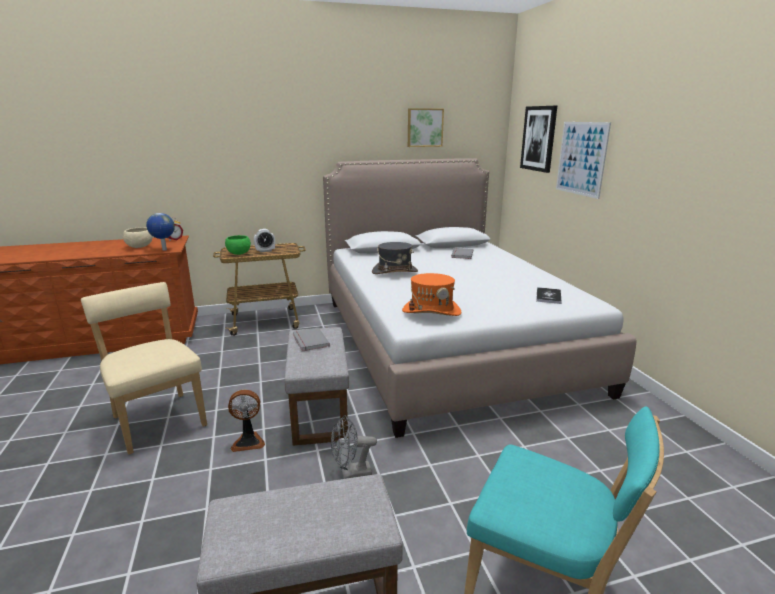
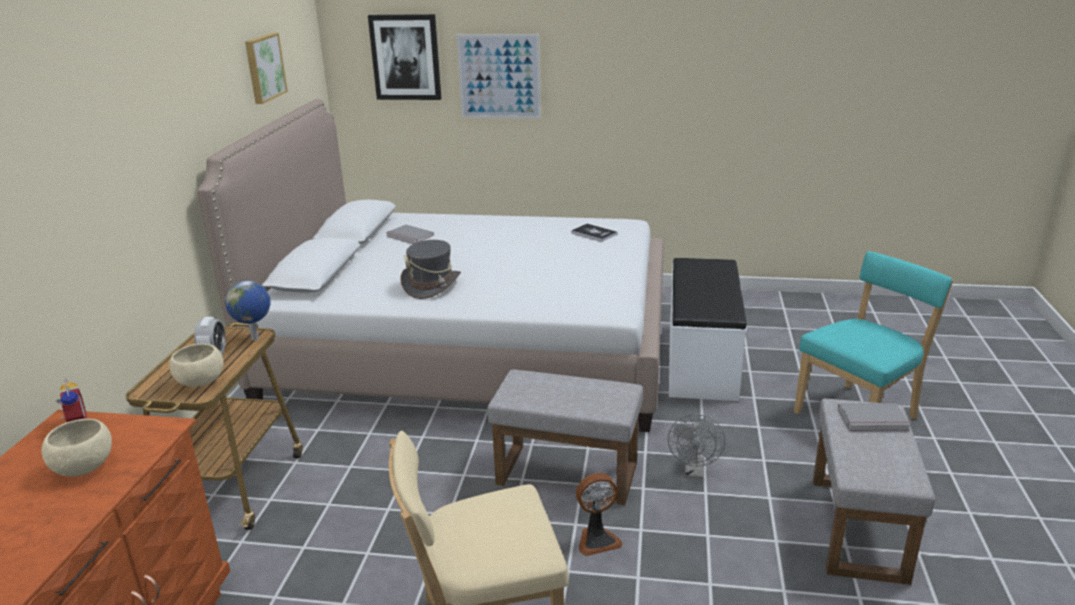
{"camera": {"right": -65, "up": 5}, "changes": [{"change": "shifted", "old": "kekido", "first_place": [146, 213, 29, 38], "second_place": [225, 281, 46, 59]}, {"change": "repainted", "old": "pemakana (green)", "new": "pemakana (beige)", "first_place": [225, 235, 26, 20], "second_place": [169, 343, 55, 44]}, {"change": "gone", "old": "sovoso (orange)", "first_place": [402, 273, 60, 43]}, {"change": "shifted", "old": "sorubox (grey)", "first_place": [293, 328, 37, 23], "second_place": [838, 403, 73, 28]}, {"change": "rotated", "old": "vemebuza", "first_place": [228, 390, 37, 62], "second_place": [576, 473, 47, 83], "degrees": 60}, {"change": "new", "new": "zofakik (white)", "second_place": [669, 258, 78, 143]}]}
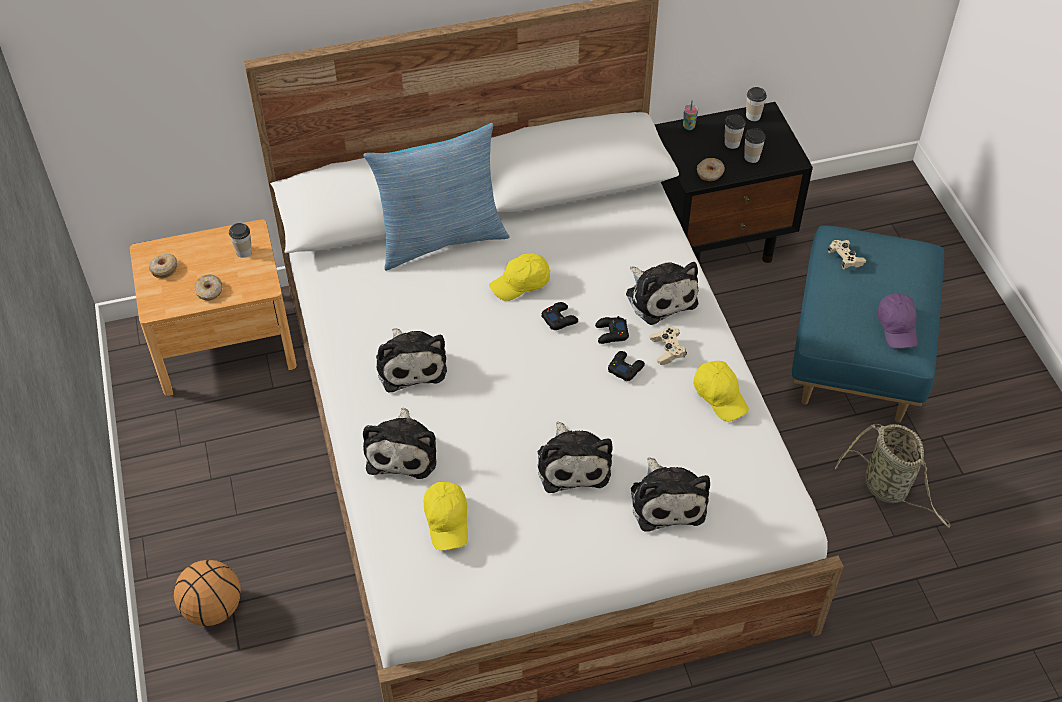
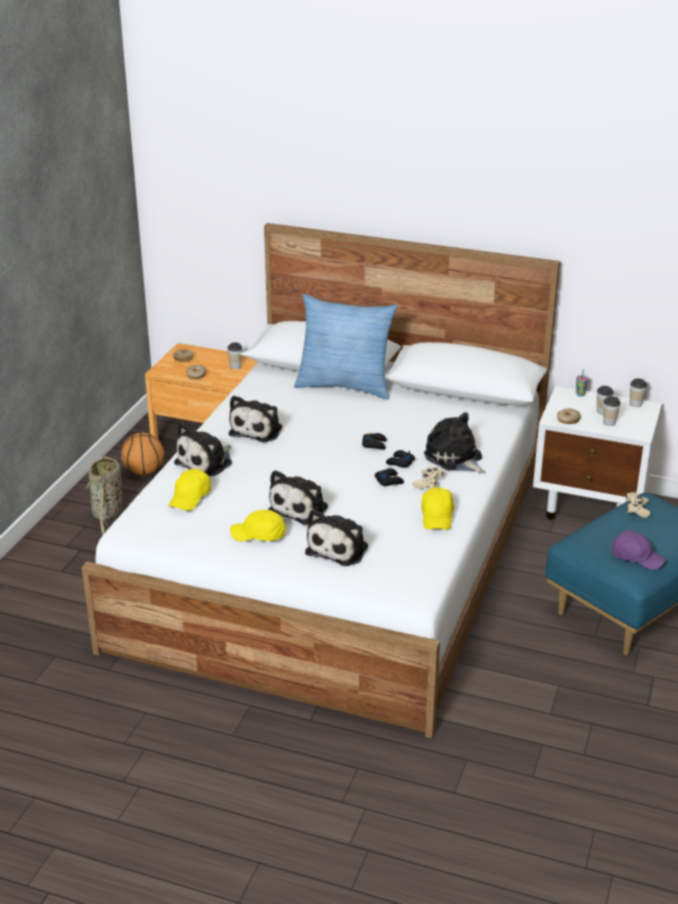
{"camera": {"right": 35, "up": -20}, "changes": [{"change": "repainted", "old": "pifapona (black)", "new": "pifapona (white)", "first_place": [655, 102, 158, 162], "second_place": [533, 386, 129, 134]}, {"change": "shifted", "old": "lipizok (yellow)", "first_place": [489, 253, 61, 48], "second_place": [230, 510, 56, 31]}, {"change": "rotated", "old": "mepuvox", "first_place": [626, 262, 72, 63], "second_place": [424, 412, 61, 61], "degrees": 135}, {"change": "rotated", "old": "lipizok (purple)", "first_place": [878, 293, 40, 56], "second_place": [612, 530, 54, 40], "degrees": -90}, {"change": "shifted", "old": "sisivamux", "first_place": [835, 424, 115, 104], "second_place": [86, 454, 36, 81]}, {"change": "shifted", "old": "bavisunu", "first_place": [174, 560, 67, 66], "second_place": [121, 433, 43, 42]}]}
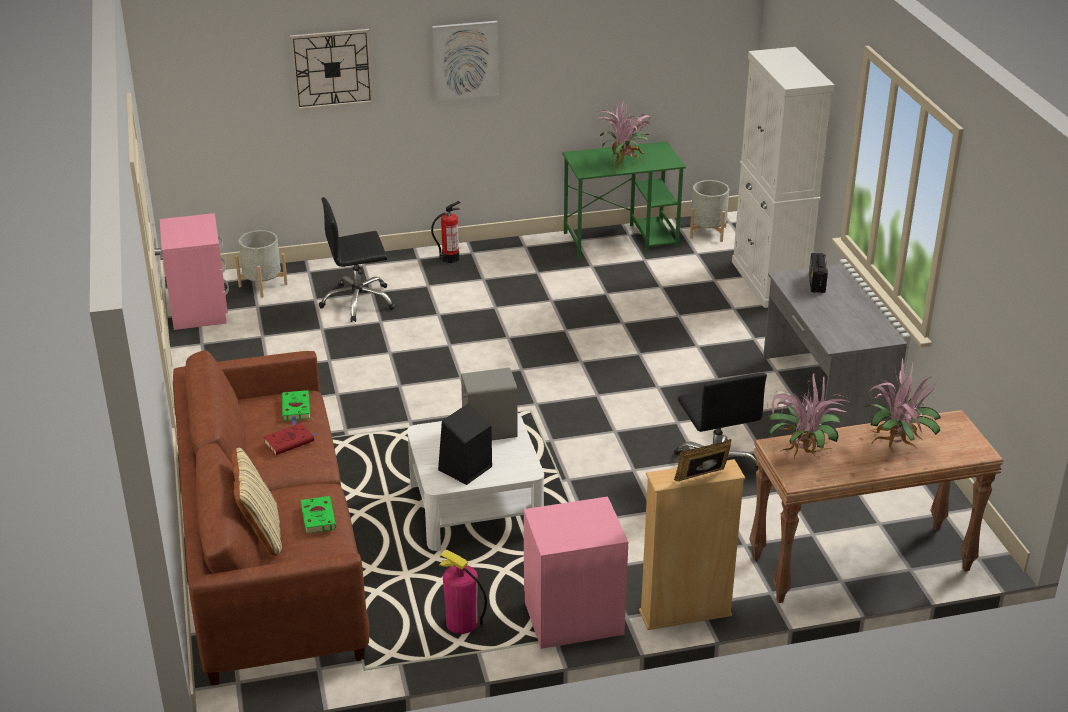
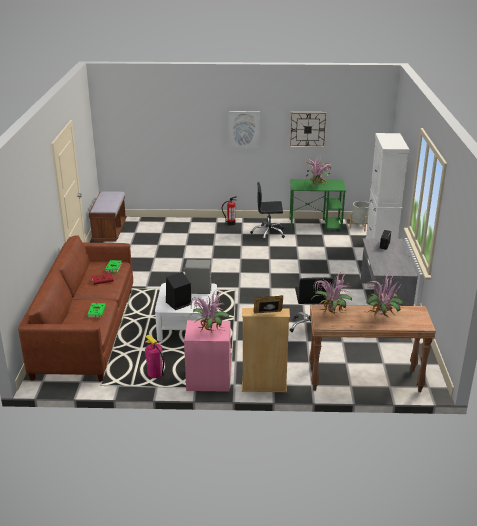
{"camera": {"right": 15, "up": -5}, "changes": [{"change": "shifted", "old": "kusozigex", "first_place": [290, 29, 84, 82], "second_place": [289, 112, 38, 36]}, {"change": "shifted", "old": "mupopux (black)", "first_place": [319, 197, 77, 125], "second_place": [250, 182, 35, 59]}, {"change": "swapped", "old": "pifapona (pink)", "new": "zofakik (brown)", "first_place": [160, 213, 69, 117], "second_place": [89, 191, 38, 51]}, {"change": "gone", "old": "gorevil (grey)", "first_place": [235, 230, 53, 68]}, {"change": "gone", "old": "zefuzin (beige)", "first_place": [232, 448, 50, 108]}, {"change": "new", "new": "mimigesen", "second_place": [188, 290, 41, 44]}]}
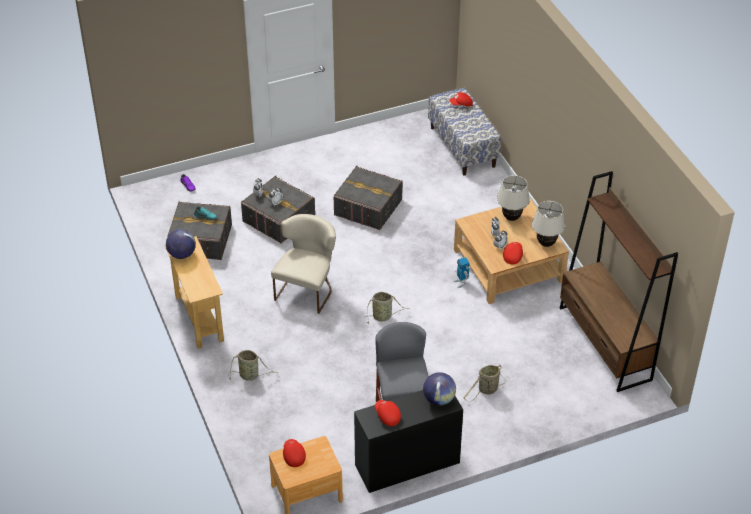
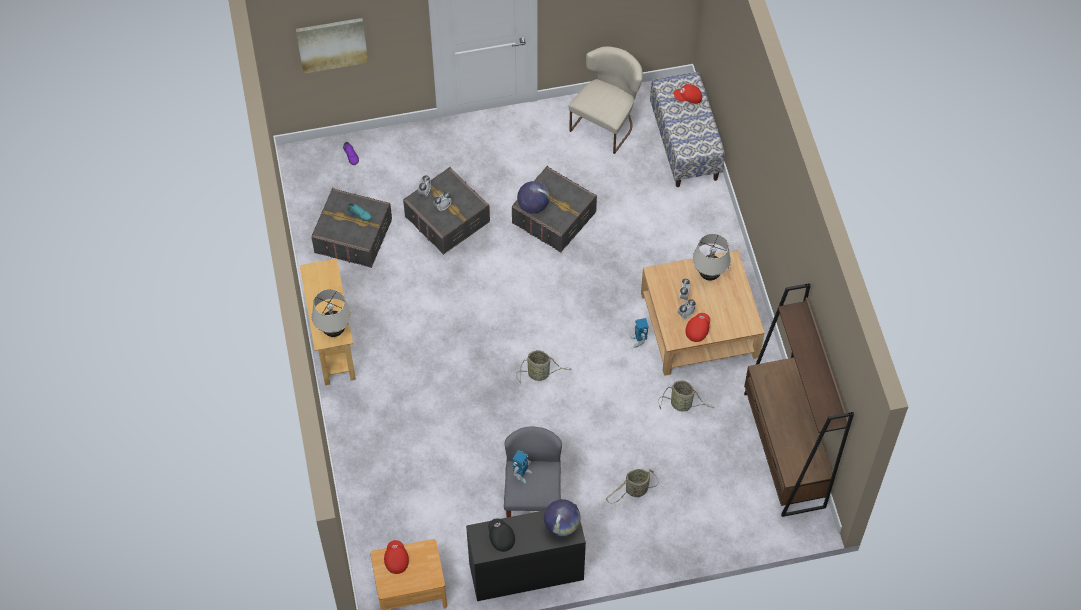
{"camera": {"right": 10, "up": 15}, "changes": [{"change": "shifted", "old": "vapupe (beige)", "first_place": [532, 201, 33, 46], "second_place": [312, 289, 40, 48]}, {"change": "shifted", "old": "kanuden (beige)", "first_place": [271, 214, 65, 100], "second_place": [569, 46, 74, 108]}, {"change": "shifted", "old": "kekido", "first_place": [166, 229, 30, 30], "second_place": [517, 181, 32, 33]}, {"change": "shifted", "old": "sisivamux", "first_place": [228, 350, 50, 31], "second_place": [658, 380, 56, 31]}, {"change": "repainted", "old": "lipizok (red)", "new": "lipizok (black)", "first_place": [375, 400, 26, 26], "second_place": [488, 518, 27, 34]}, {"change": "new", "new": "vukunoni", "second_place": [296, 18, 72, 56]}, {"change": "new", "new": "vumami", "second_place": [513, 450, 19, 34]}]}
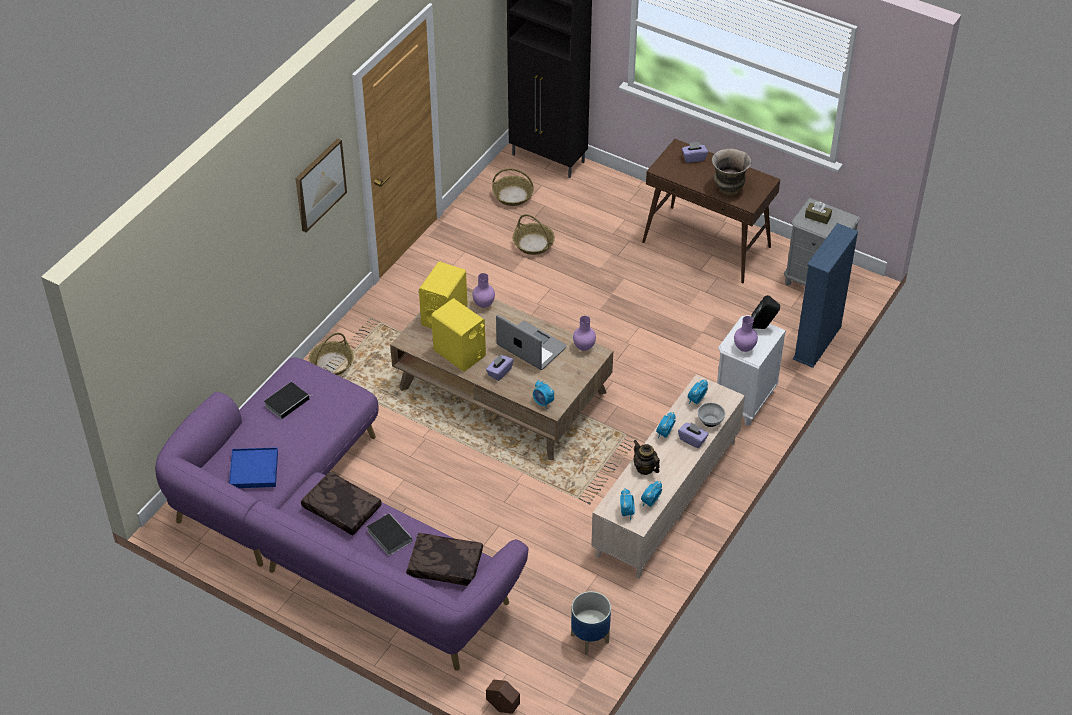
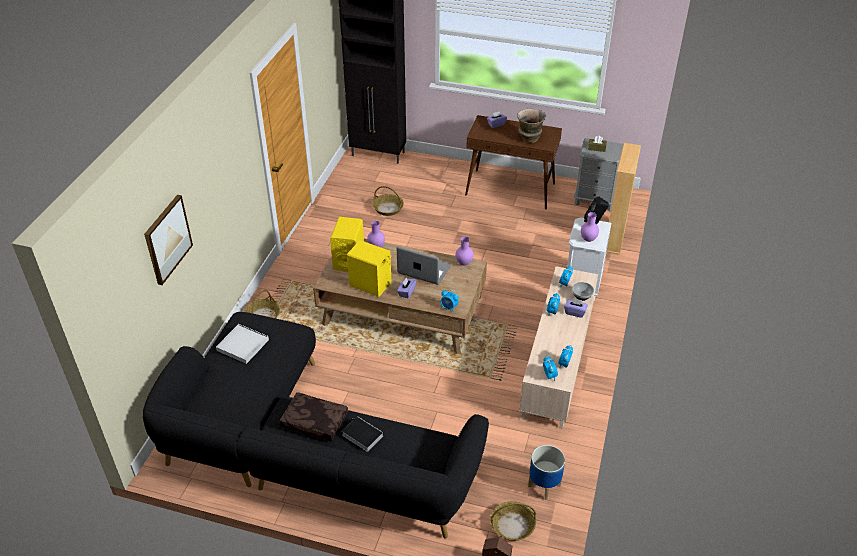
{"camera": {"right": -15, "up": -5}, "changes": [{"change": "shifted", "old": "vukunoni", "first_place": [295, 138, 52, 94], "second_place": [144, 195, 49, 90]}, {"change": "shifted", "old": "sisivamux", "first_place": [492, 169, 42, 37], "second_place": [491, 501, 45, 40]}, {"change": "repainted", "old": "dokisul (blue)", "new": "dokisul (beige)", "first_place": [793, 223, 65, 145], "second_place": [607, 143, 34, 112]}, {"change": "repainted", "old": "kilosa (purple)", "new": "kilosa (black)", "first_place": [155, 357, 374, 314], "second_place": [143, 312, 346, 227]}, {"change": "swapped", "old": "sorubox", "new": "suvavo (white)", "first_place": [264, 382, 50, 37], "second_place": [216, 324, 53, 40]}, {"change": "gone", "old": "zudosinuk", "first_place": [634, 440, 26, 35]}, {"change": "gone", "old": "suvavo (blue)", "first_place": [229, 447, 49, 41]}, {"change": "gone", "old": "zefuzin (brown)", "first_place": [406, 533, 77, 53]}]}
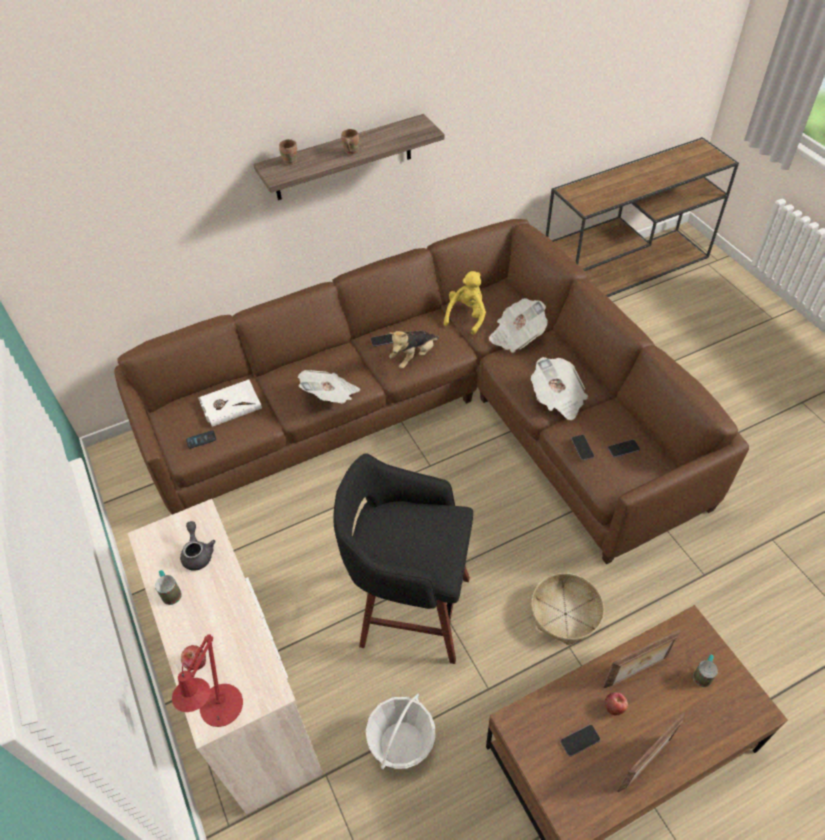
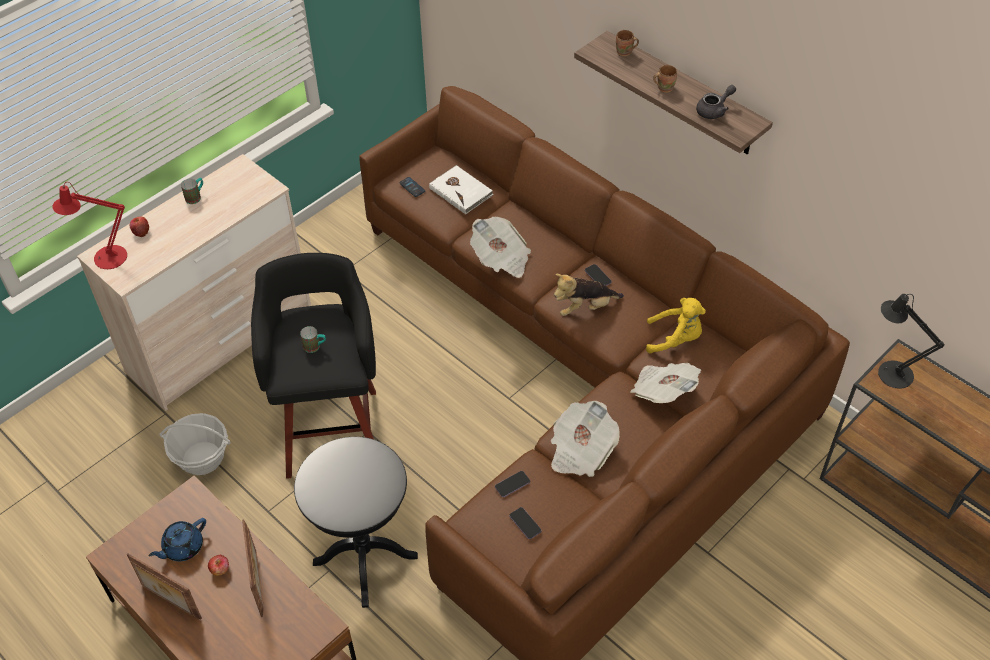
{"camera": {"right": 70, "up": 0}, "changes": [{"change": "rotated", "old": "mepuvox", "first_place": [389, 330, 50, 39], "second_place": [554, 274, 70, 42], "degrees": -45}, {"change": "shifted", "old": "zudosinuk (grey)", "first_place": [180, 521, 36, 50], "second_place": [696, 85, 40, 34]}, {"change": "swapped", "old": "sisivamux", "new": "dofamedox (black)", "first_place": [531, 573, 74, 72], "second_place": [294, 437, 124, 171]}, {"change": "rotated", "old": "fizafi", "first_place": [603, 629, 78, 59], "second_place": [242, 519, 22, 98], "degrees": -150}, {"change": "shifted", "old": "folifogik", "first_place": [693, 655, 25, 32], "second_place": [300, 326, 26, 27]}, {"change": "swapped", "old": "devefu", "new": "zudosinuk (blue)", "first_place": [561, 725, 39, 31], "second_place": [149, 518, 57, 43]}, {"change": "new", "new": "vapupe (black)", "second_place": [878, 294, 66, 95]}]}
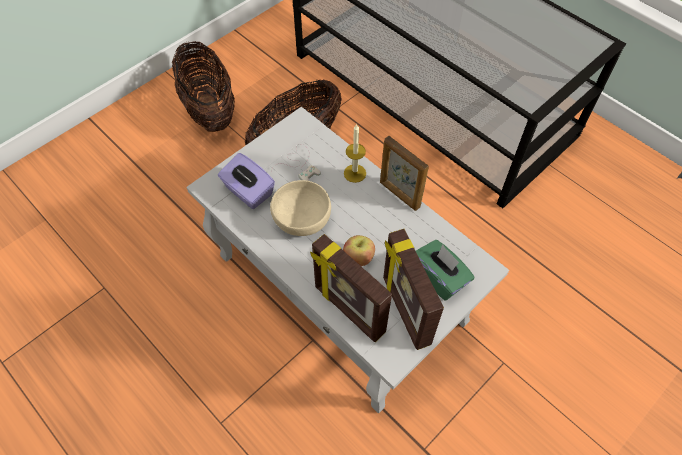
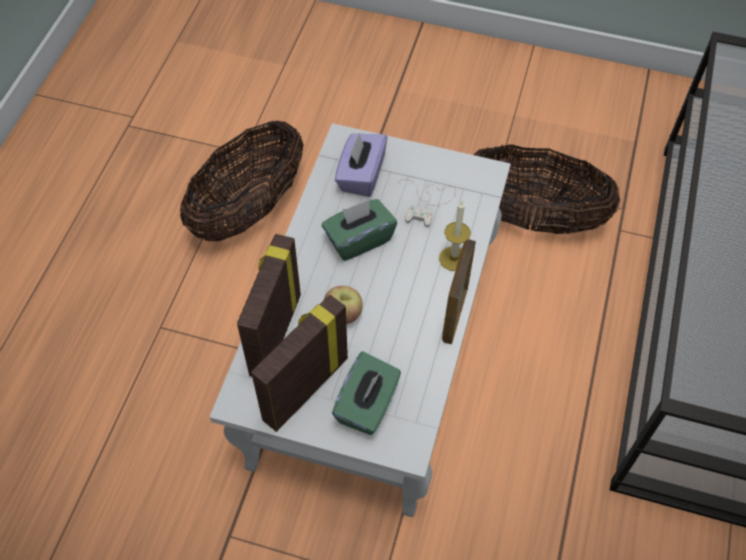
{"camera": {"right": 60, "up": 0}, "changes": [{"change": "shifted", "old": "sisivamux", "first_place": [172, 42, 63, 90], "second_place": [180, 121, 124, 120]}, {"change": "swapped", "old": "pemakana (beige)", "new": "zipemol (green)", "first_place": [270, 180, 61, 56], "second_place": [322, 199, 75, 62]}]}
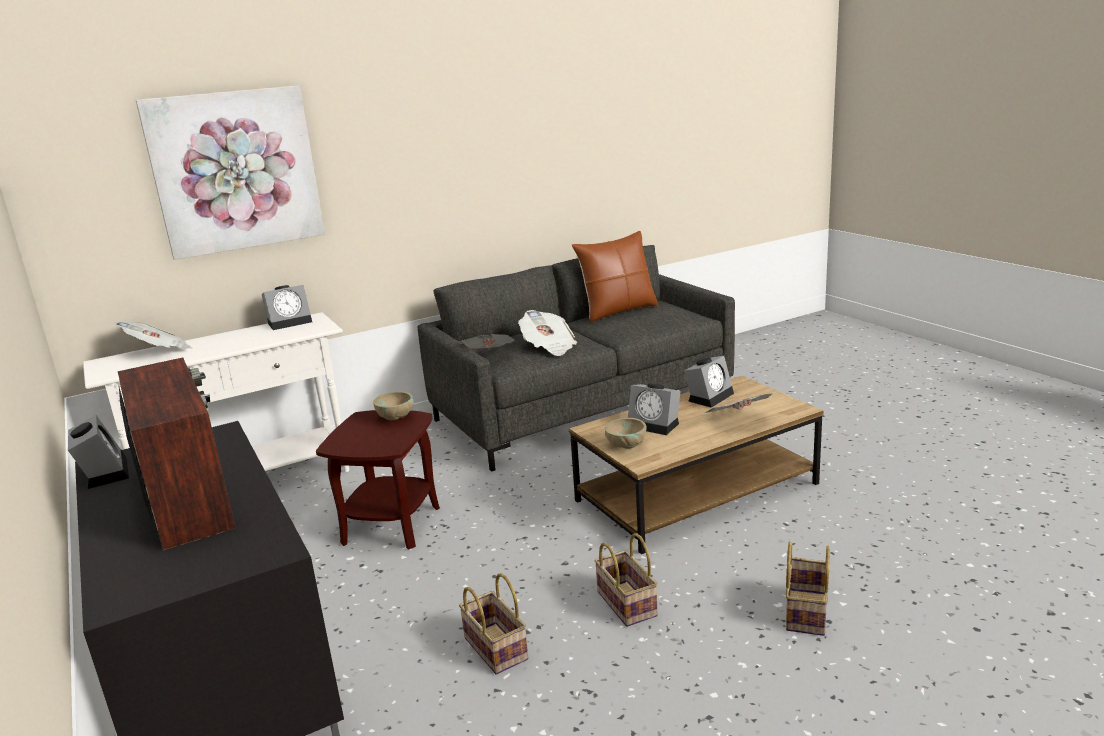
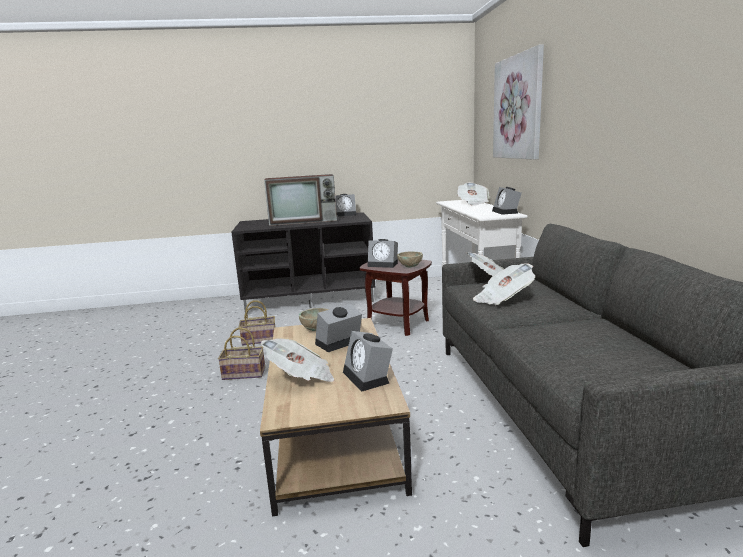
{"camera": {"right": 110, "up": -5}, "changes": [{"change": "gone", "old": "zefuzin (brown)", "first_place": [572, 231, 86, 91]}, {"change": "gone", "old": "sisivamux", "first_place": [786, 541, 44, 95]}, {"change": "new", "new": "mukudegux", "second_place": [368, 239, 30, 29]}]}
